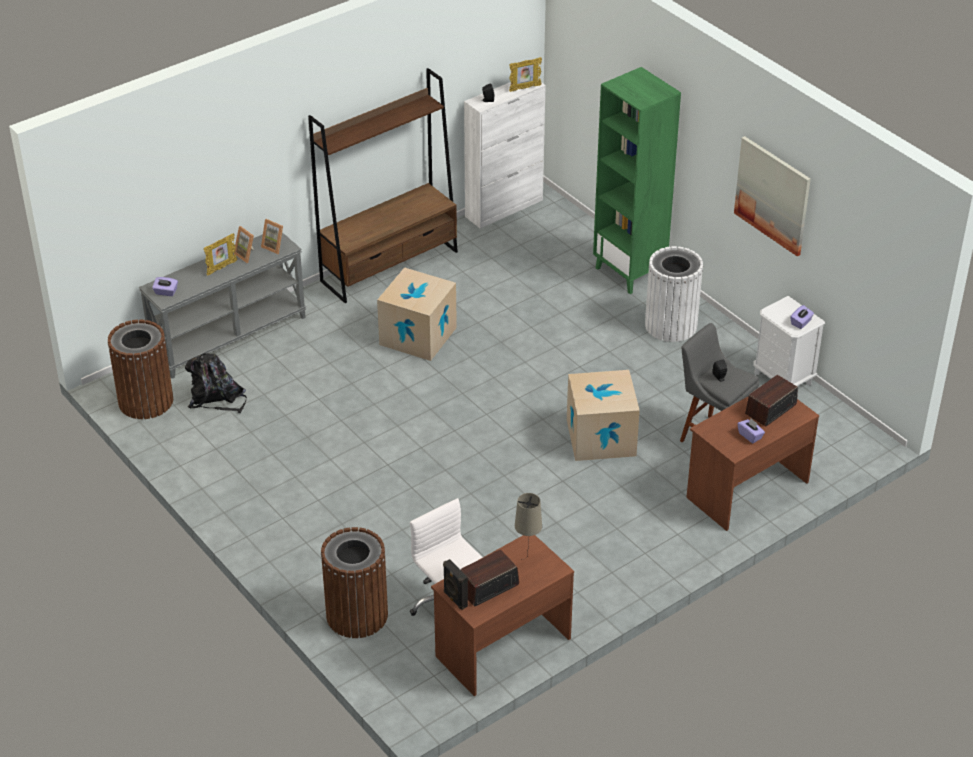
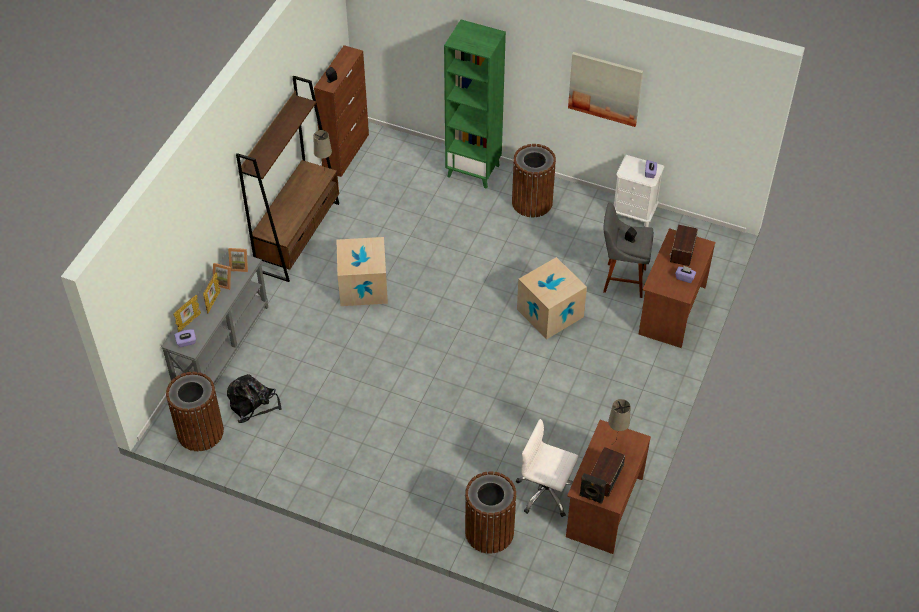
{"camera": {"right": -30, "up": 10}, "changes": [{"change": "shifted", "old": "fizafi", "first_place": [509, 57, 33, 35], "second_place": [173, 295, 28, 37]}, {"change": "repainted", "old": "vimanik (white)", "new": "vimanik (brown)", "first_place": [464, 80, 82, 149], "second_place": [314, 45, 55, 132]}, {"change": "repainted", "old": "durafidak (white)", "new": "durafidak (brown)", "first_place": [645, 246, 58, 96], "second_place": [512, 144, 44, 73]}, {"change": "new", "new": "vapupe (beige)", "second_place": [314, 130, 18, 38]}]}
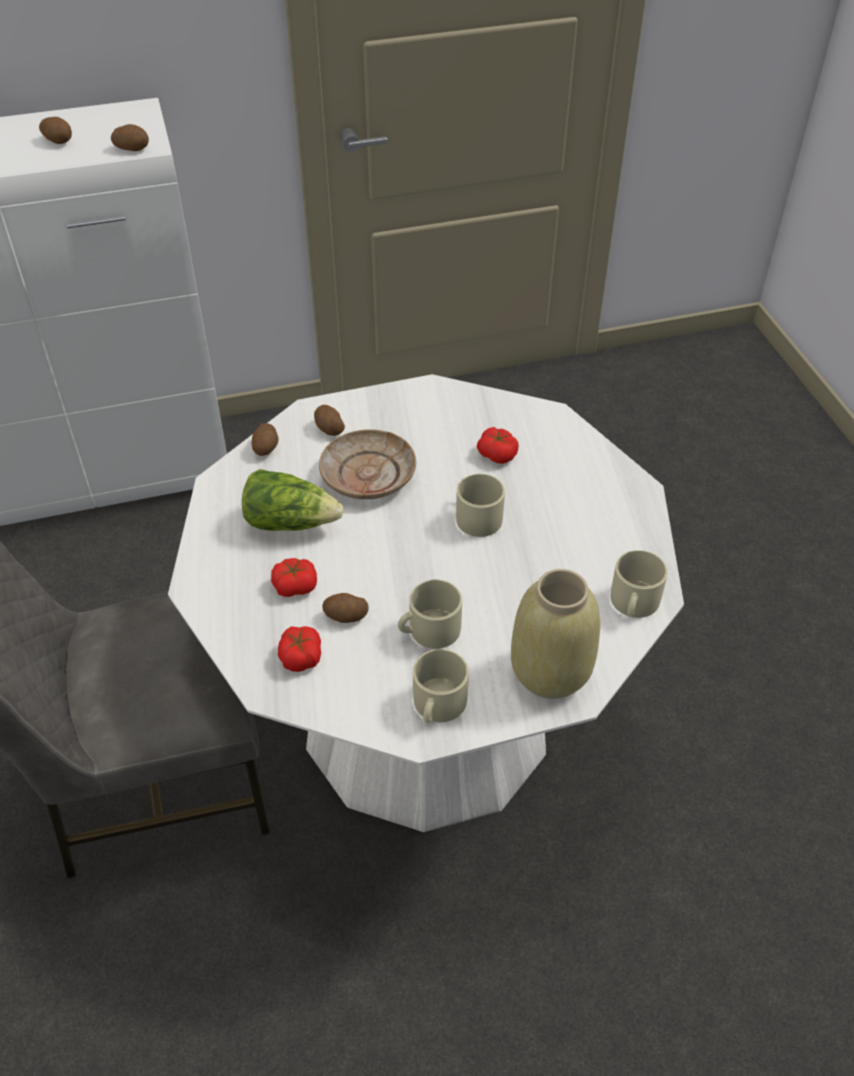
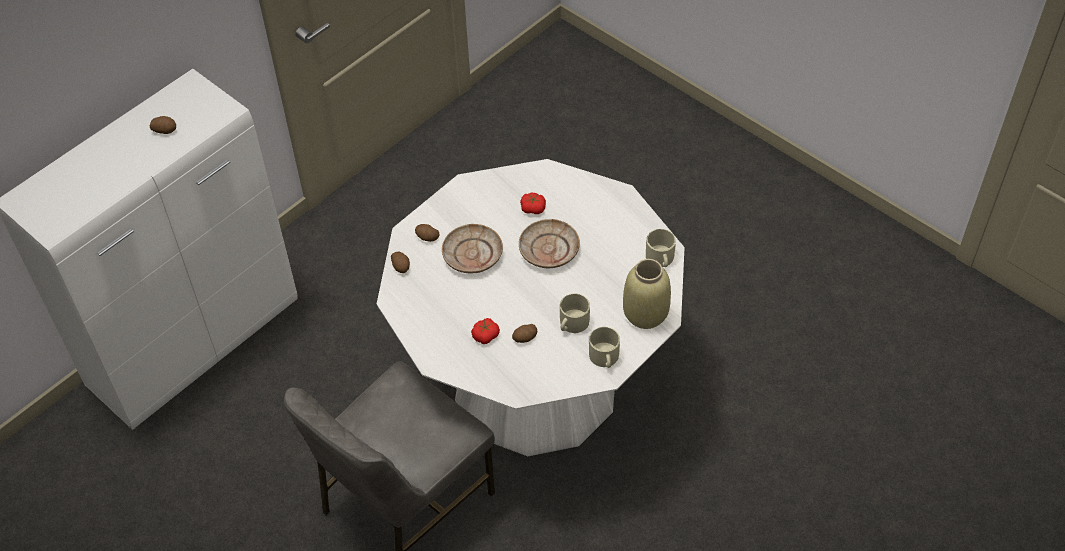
{"camera": {"right": -30, "up": 5}, "changes": [{"change": "gone", "old": "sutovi", "first_place": [111, 124, 38, 27]}, {"change": "gone", "old": "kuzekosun", "first_place": [242, 469, 102, 62]}, {"change": "swapped", "old": "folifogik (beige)", "new": "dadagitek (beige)", "first_place": [456, 474, 49, 63], "second_place": [519, 219, 61, 49]}, {"change": "gone", "old": "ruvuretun", "first_place": [278, 626, 43, 46]}]}
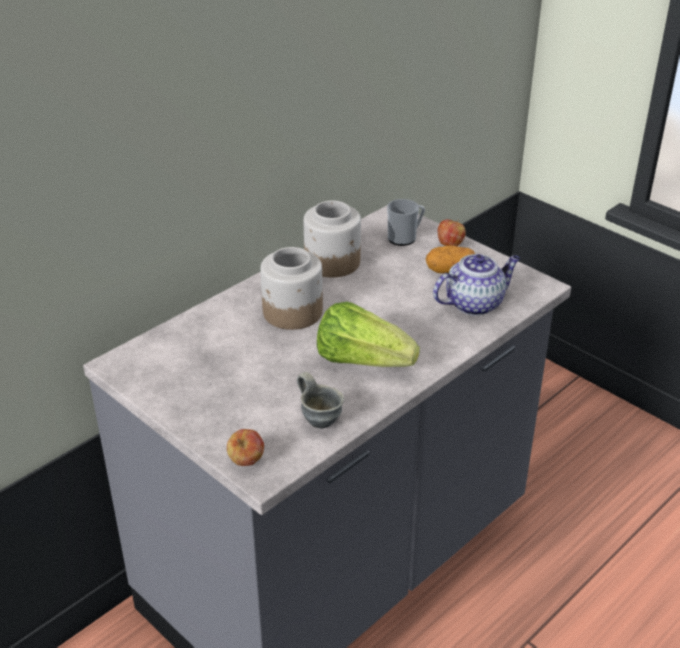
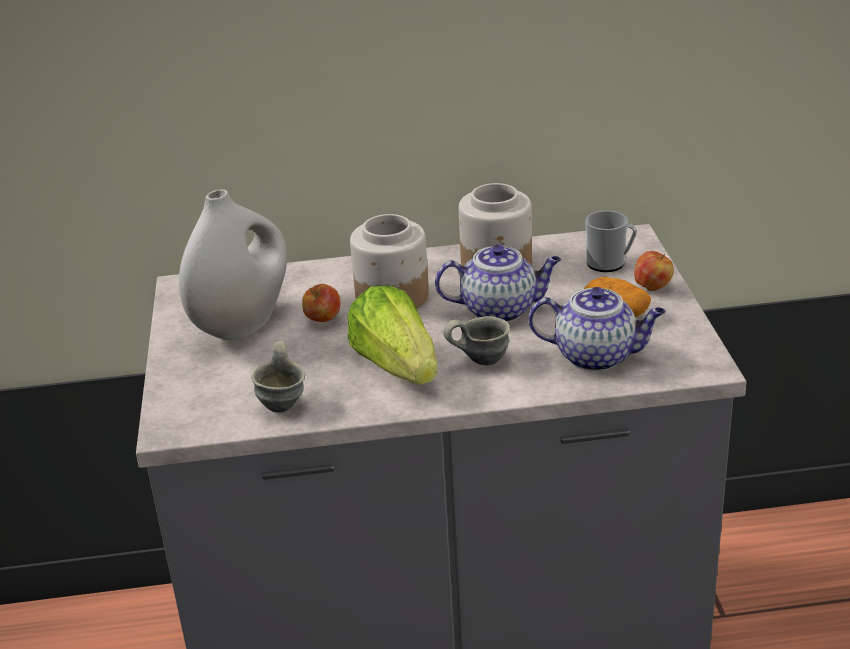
{"camera": {"right": 40, "up": -5}, "changes": [{"change": "shifted", "old": "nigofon", "first_place": [227, 429, 37, 37], "second_place": [302, 284, 38, 38]}, {"change": "new", "new": "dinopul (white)", "second_place": [179, 189, 108, 151]}, {"change": "new", "new": "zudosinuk", "second_place": [435, 244, 126, 78]}, {"change": "new", "new": "folifogik (grey)", "second_place": [443, 316, 67, 49]}]}
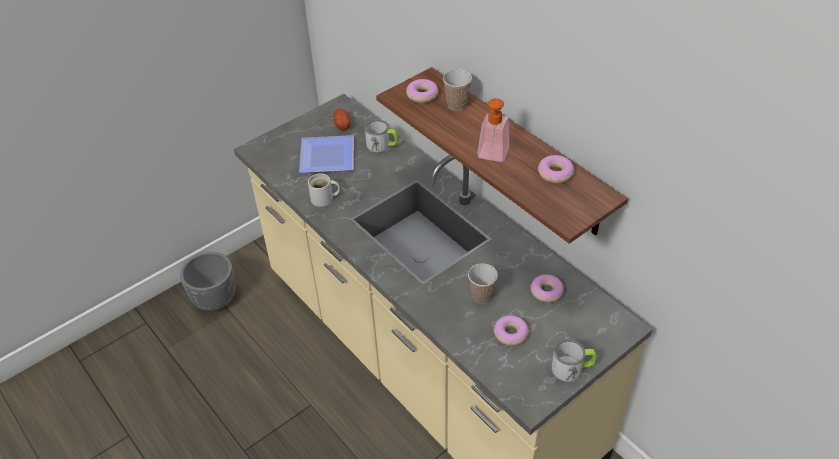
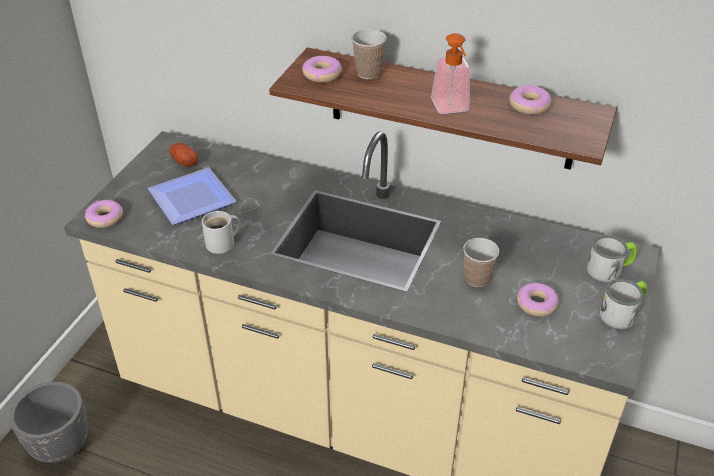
{"camera": {"right": -30, "up": -5}, "changes": [{"change": "shifted", "old": "folifogik", "first_place": [365, 119, 33, 33], "second_place": [587, 235, 50, 47]}, {"change": "shifted", "old": "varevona", "first_place": [530, 274, 34, 29], "second_place": [85, 200, 38, 28]}]}
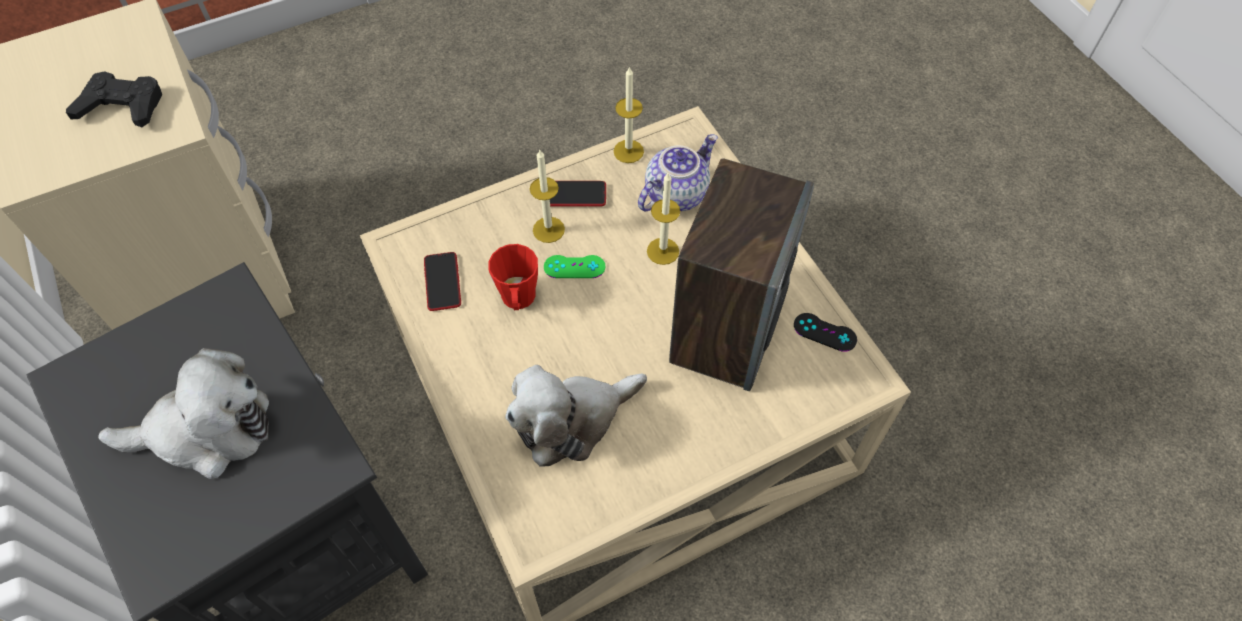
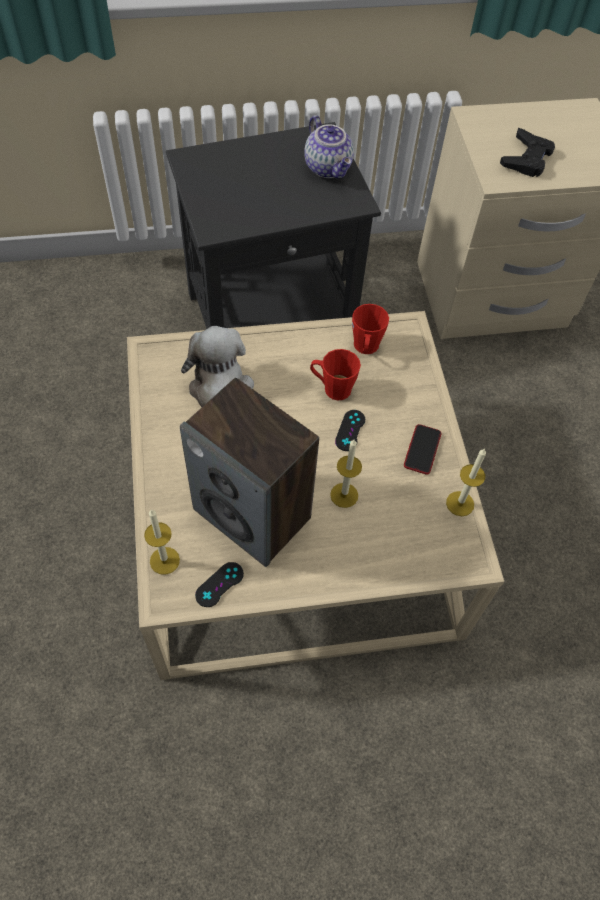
{"camera": {"right": 105, "up": 0}, "changes": [{"change": "shifted", "old": "zudosinuk", "first_place": [638, 134, 80, 77], "second_place": [304, 115, 50, 64]}, {"change": "shifted", "old": "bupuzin", "first_place": [530, 150, 35, 93], "second_place": [144, 510, 36, 65]}, {"change": "swapped", "old": "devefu", "new": "folifogik (red)", "first_place": [424, 252, 37, 59], "second_place": [352, 304, 37, 50]}, {"change": "repainted", "old": "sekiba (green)", "new": "sekiba (black)", "first_place": [544, 255, 62, 23], "second_place": [335, 410, 30, 41]}, {"change": "gone", "old": "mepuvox", "first_place": [98, 348, 171, 131]}]}
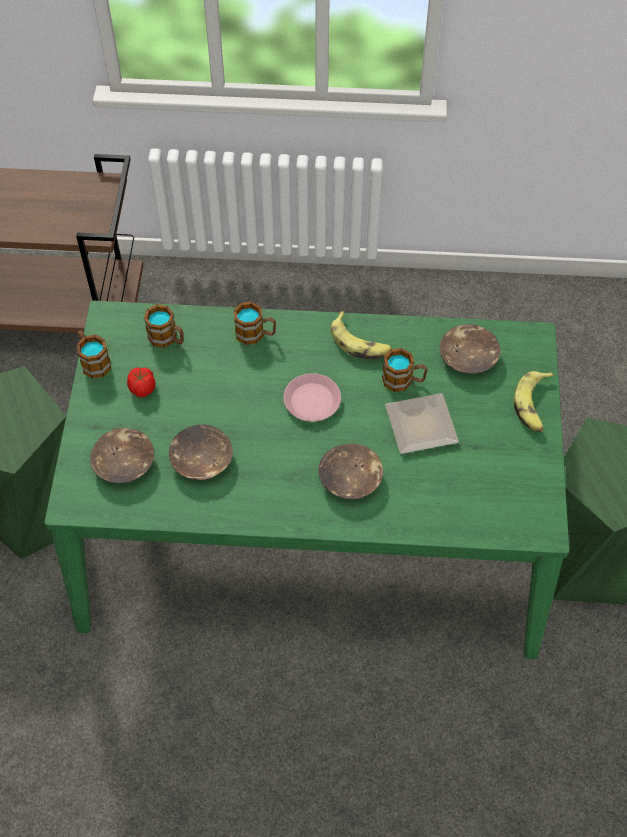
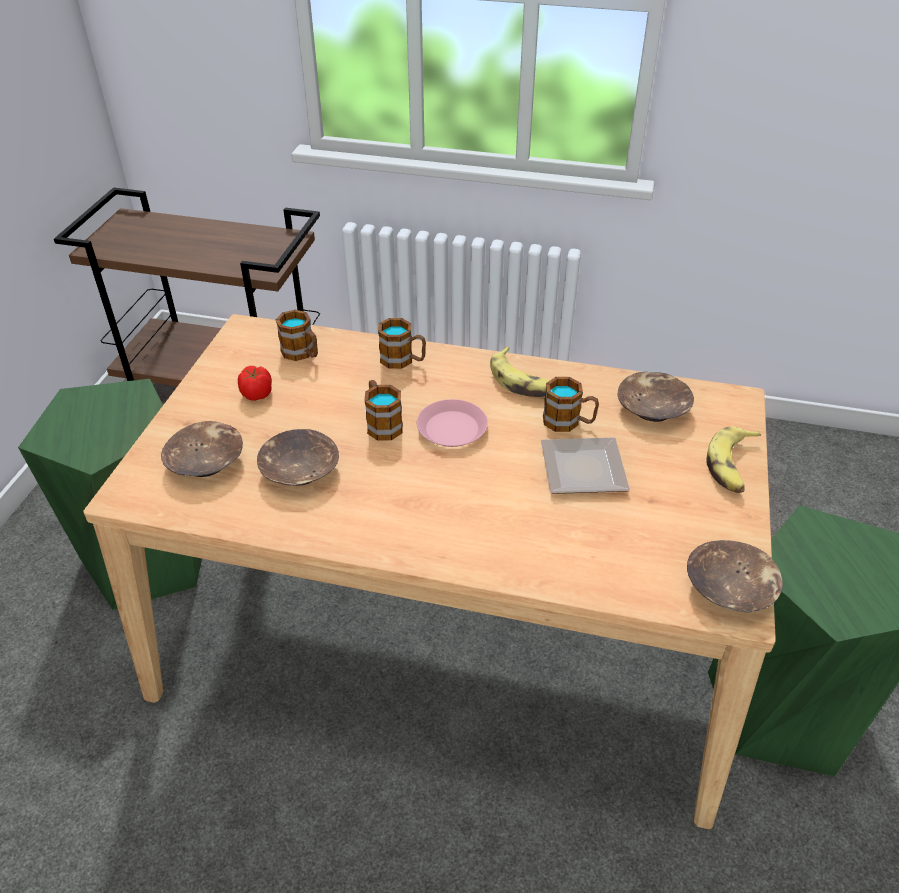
{"camera": {"right": 10, "up": -15}, "changes": [{"change": "repainted", "old": "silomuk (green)", "new": "silomuk (beige)", "first_place": [44, 301, 525, 358], "second_place": [83, 314, 693, 515]}, {"change": "shifted", "old": "folifogik", "first_place": [77, 330, 34, 49], "second_place": [364, 380, 39, 61]}, {"change": "shifted", "old": "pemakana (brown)", "first_place": [318, 444, 65, 55], "second_place": [687, 540, 96, 73]}]}
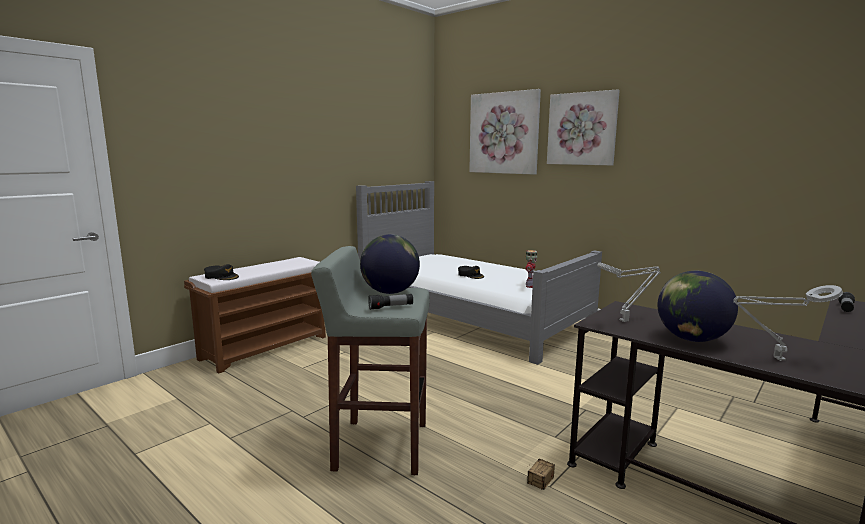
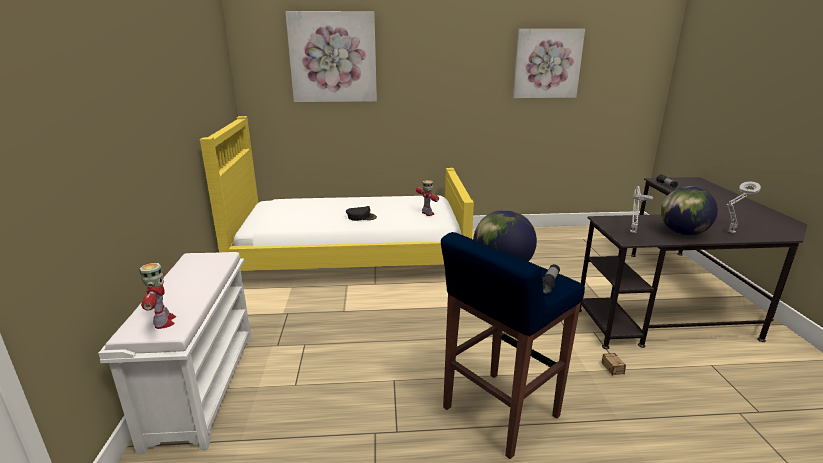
{"camera": {"right": -45, "up": 10}, "changes": [{"change": "shifted", "old": "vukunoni", "first_place": [547, 89, 73, 76], "second_place": [513, 29, 72, 69]}, {"change": "repainted", "old": "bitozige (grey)", "new": "bitozige (yellow)", "first_place": [356, 181, 246, 184], "second_place": [200, 116, 274, 155]}, {"change": "repainted", "old": "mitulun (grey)", "new": "mitulun (blue)", "first_place": [311, 246, 119, 229], "second_place": [441, 232, 144, 227]}, {"change": "repainted", "old": "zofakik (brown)", "new": "zofakik (white)", "first_place": [184, 257, 142, 117], "second_place": [98, 252, 154, 201]}, {"change": "swapped", "old": "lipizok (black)", "new": "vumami", "first_place": [204, 264, 35, 16], "second_place": [139, 263, 37, 66]}]}
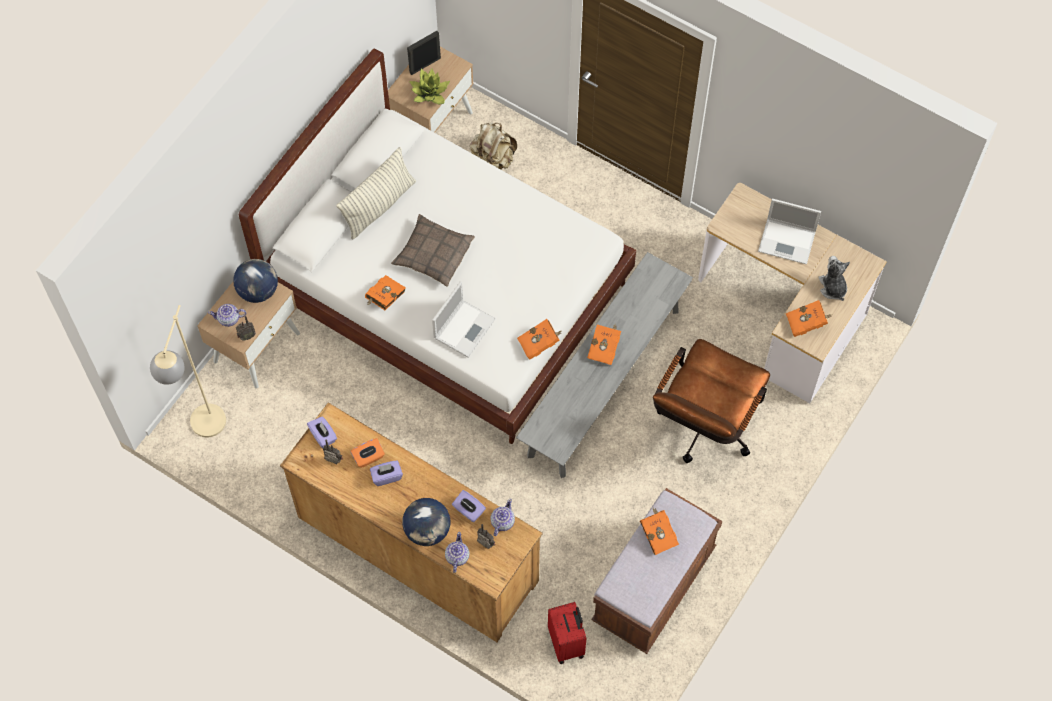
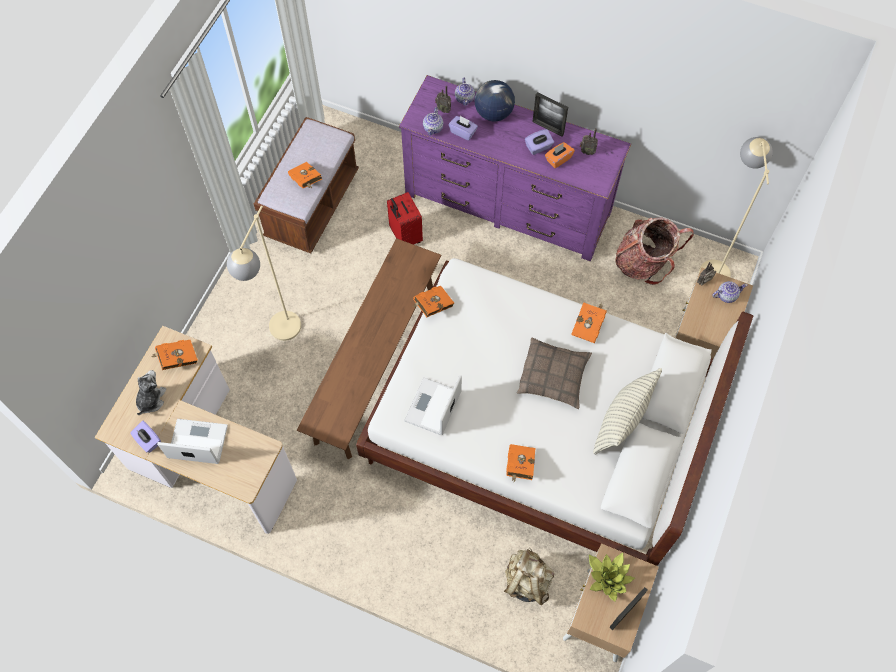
{"camera": {"right": 170, "up": 0}, "changes": [{"change": "repainted", "old": "zofakik (grey)", "new": "zofakik (brown)", "first_place": [516, 252, 177, 226], "second_place": [297, 238, 144, 221]}, {"change": "rotated", "old": "mepuvox", "first_place": [818, 256, 32, 45], "second_place": [136, 370, 30, 45], "degrees": -135}, {"change": "gone", "old": "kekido", "first_place": [233, 259, 45, 44]}, {"change": "shifted", "old": "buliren", "first_place": [432, 281, 64, 77], "second_place": [404, 375, 58, 60]}, {"change": "shifted", "old": "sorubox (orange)", "first_place": [587, 323, 34, 42], "second_place": [506, 444, 29, 37]}, {"change": "swapped", "old": "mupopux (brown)", "new": "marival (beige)", "first_place": [653, 339, 117, 124], "second_place": [227, 206, 74, 135]}, {"change": "repainted", "old": "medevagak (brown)", "new": "medevagak (purple)", "first_place": [280, 402, 263, 240], "second_place": [399, 75, 232, 187]}, {"change": "shifted", "old": "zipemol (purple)", "first_place": [307, 416, 30, 33], "second_place": [130, 421, 31, 32]}, {"change": "shifted", "old": "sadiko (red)", "first_place": [548, 602, 38, 62], "second_place": [387, 192, 36, 53]}, {"change": "new", "new": "fizafi", "second_place": [532, 92, 36, 44]}, {"change": "new", "new": "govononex", "second_place": [615, 218, 79, 67]}]}
